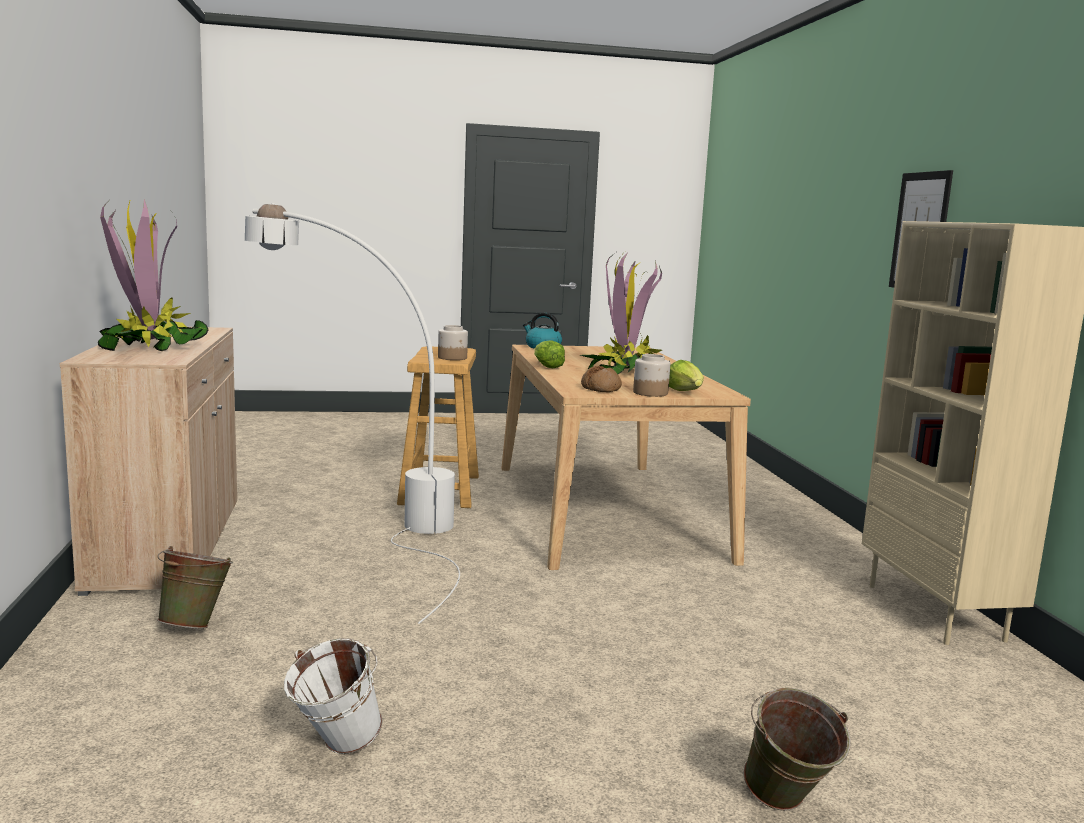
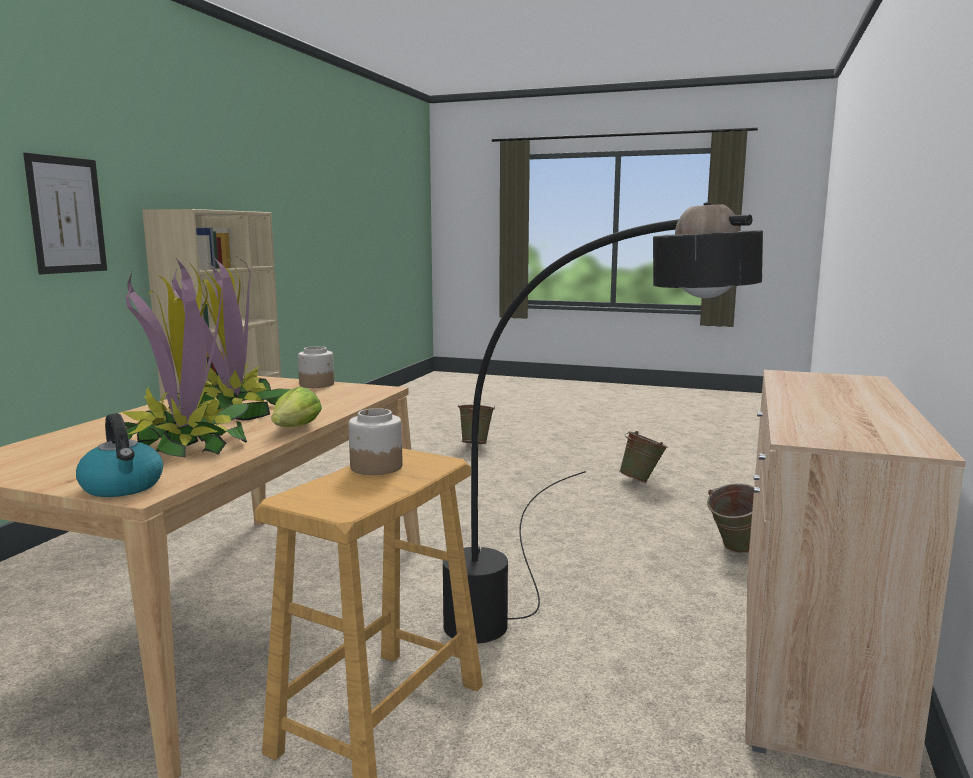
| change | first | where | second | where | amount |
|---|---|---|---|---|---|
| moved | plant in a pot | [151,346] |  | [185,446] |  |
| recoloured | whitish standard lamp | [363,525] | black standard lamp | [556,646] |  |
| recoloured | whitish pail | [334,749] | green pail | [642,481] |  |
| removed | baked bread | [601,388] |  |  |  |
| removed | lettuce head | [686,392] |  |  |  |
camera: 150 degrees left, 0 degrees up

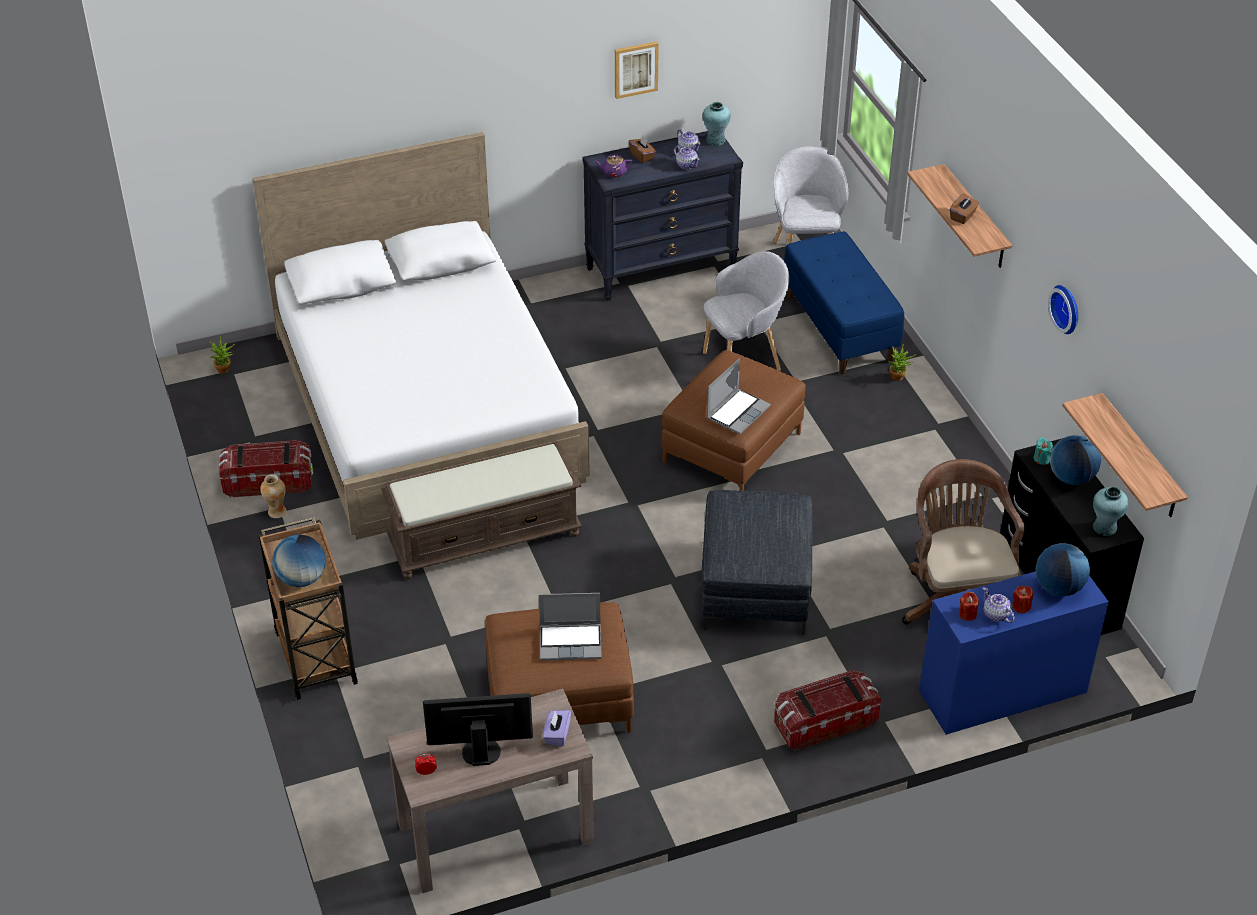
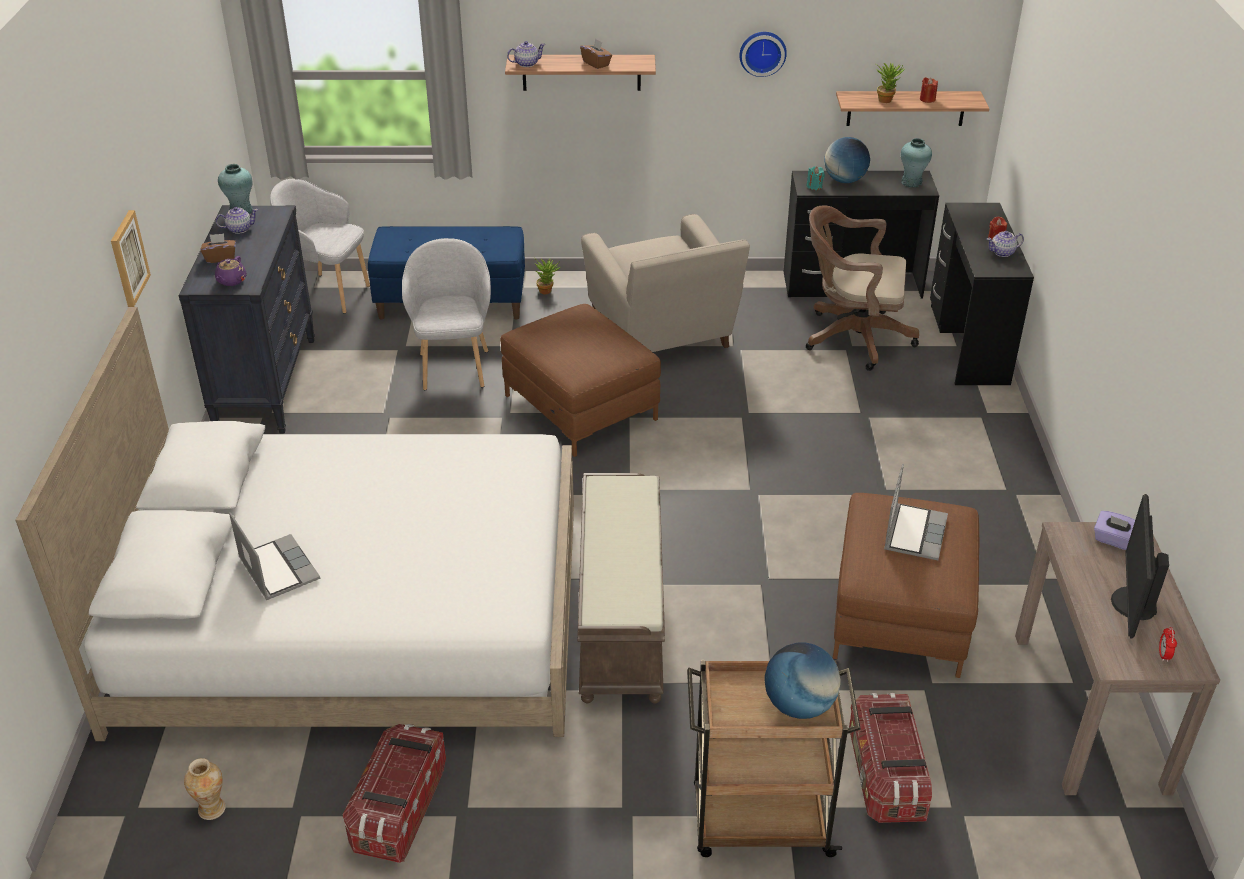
| change | first | where | second | where | amount |
|---|---|---|---|---|---|
| moved | wall art | [635,69] |  | [128,258] |  |
| moved | vase | [277,512] |  | [212,809] |  |
| moved | portable computer | [738,412] |  | [277,569] |  |
| moved | pot for tea | [686,165] |  | [526,64] |  |
| added |  |  | beige-coloured easy chair | [663,334] |  |
| moved | storage box | [824,723] |  | [885,775] |  |
| moved | plant in a pot | [225,370] |  | [886,99] |  |
| moved | red candle | [967,614] |  | [927,99] |  |
| recoloured | bluish desk | [1002,692] | black desk | [968,344] |  |
| removed | gray ottoman | [755,587] |  |  |  |
| removed | world globe | [1058,588] |  |  |  |
camera: 70 degrees left, 5 degrees down

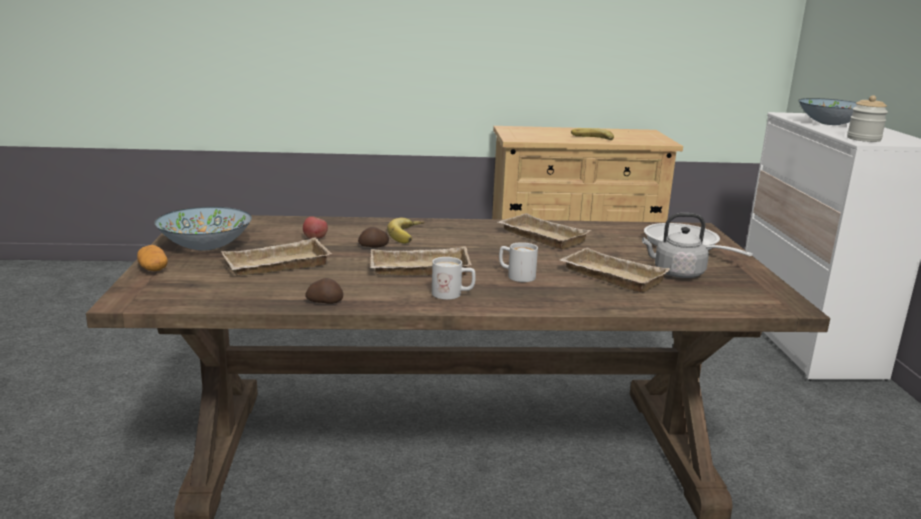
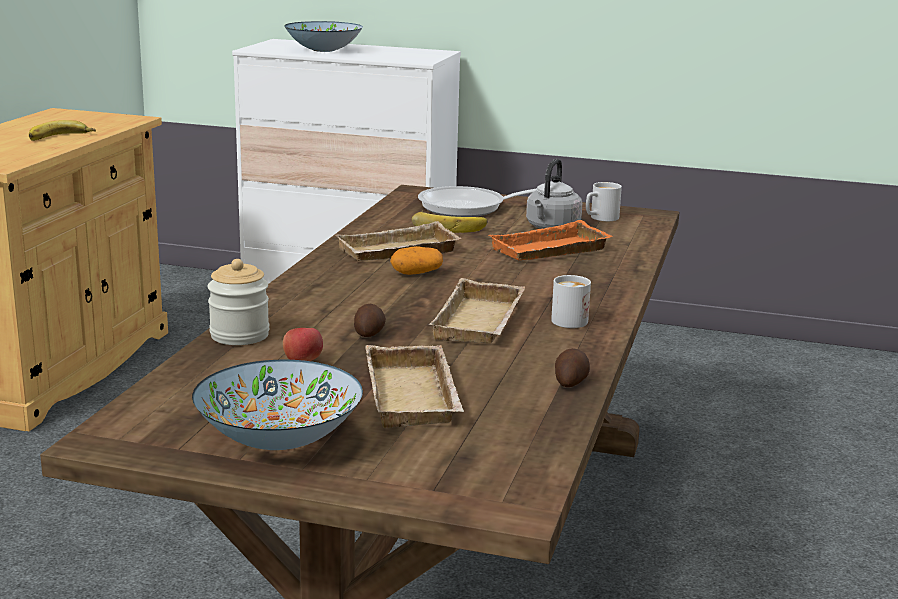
| change | first | where | second | where | amount |
|---|---|---|---|---|---|
| moved | jar | [863,139] |  | [239,335] |  |
| moved | whole potato | [153,269] |  | [416,273] |  |
| moved | whole banana | [410,235] |  | [449,226] |  |
| recoloured | beige-coloured serving tray | [609,277] | orange-coloured serving tray | [550,251] |  |
| moved | whitish tea mug | [516,275] |  | [600,218] |  |
camera: 70 degrees left, 0 degrees up

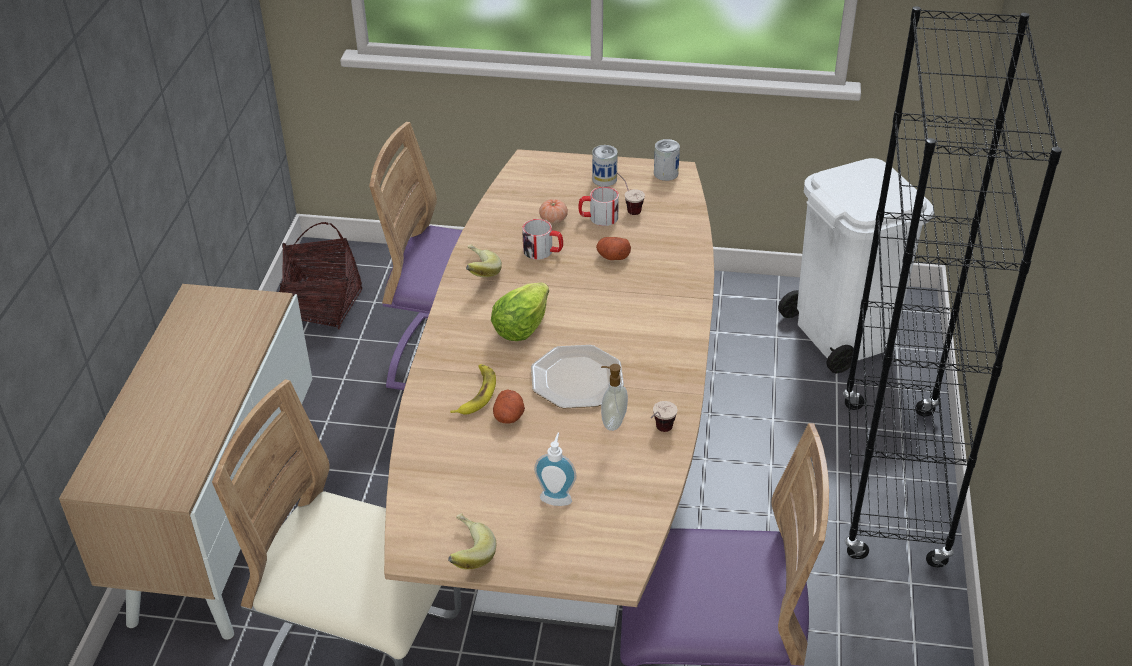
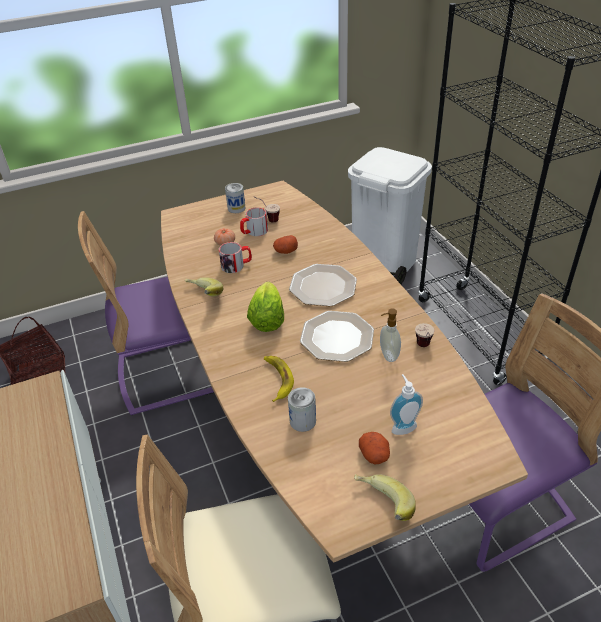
| change | first | where | second | where | amount |
|---|---|---|---|---|---|
| moved | sealed can | [666,173] |  | [302,421] |  |
| added |  |  | flat dish | [323,287] |  |
| moved | whole potato | [509,416] |  | [375,455] |  |
camera: 30 degrees left, 0 degrees up

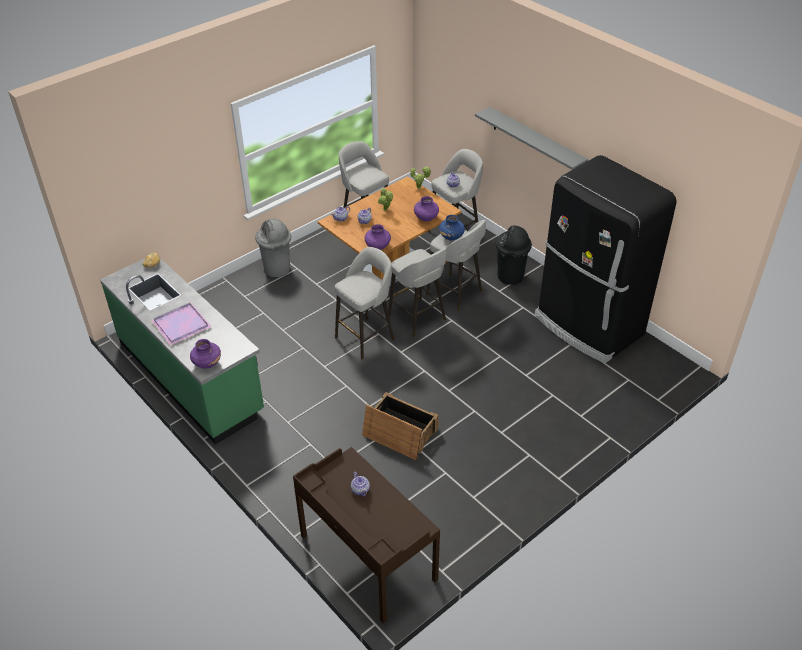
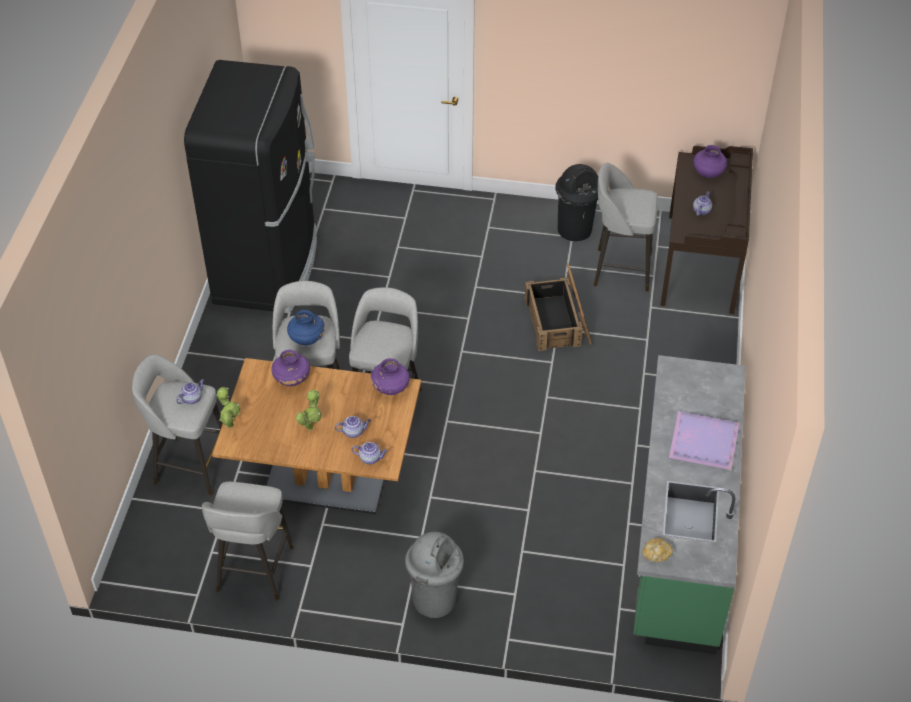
| change | first | where | second | where | amount |
|---|---|---|---|---|---|
| moved | black rubbish bin | [510,277] |  | [575,229] |  |
| moved | gray stool seat | [366,337] |  | [620,269] |  |
| moved | purple vase | [207,363] |  | [708,173] |  |
| removed | gray bracket shelf | [536,141] |  |  |  |
camera: 130 degrees left, 5 degrees up

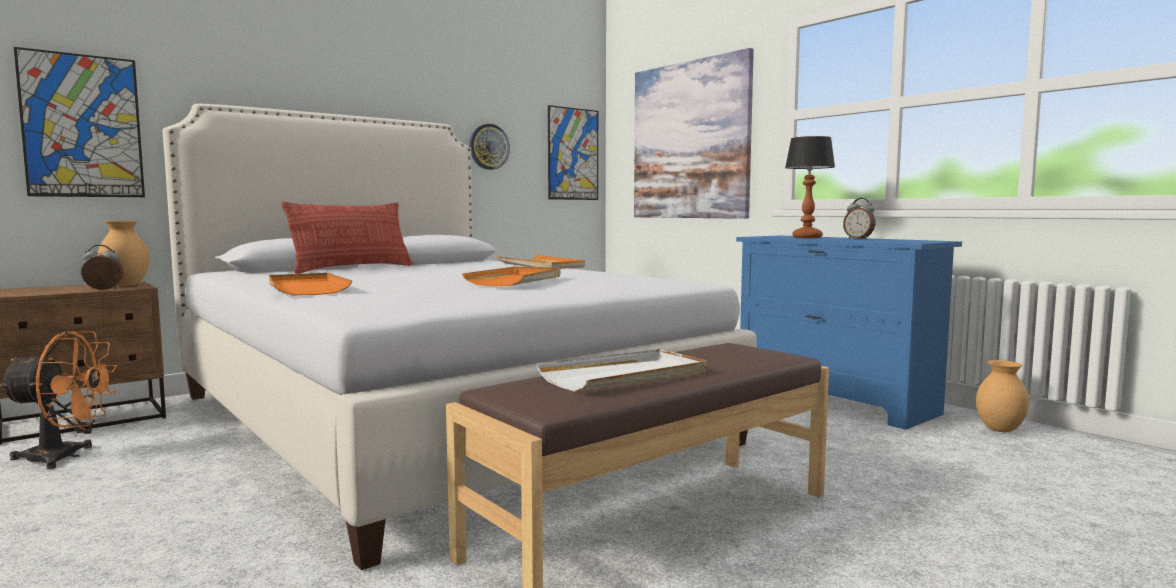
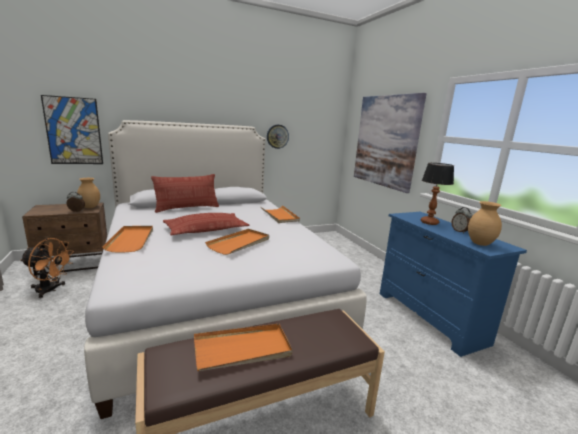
| change | first | where | second | where | amount |
|---|---|---|---|---|---|
| added |  |  | throw pillow | [206,229] |  |
| recoloured | whitish serving tray | [625,376] | orange-coloured serving tray | [242,349] |  |
| moved | brownish vase | [1000,430] |  | [480,244] |  |
| removed | wall art | [573,154] |  |  |  |
camera: 15 degrees right, 10 degrees up

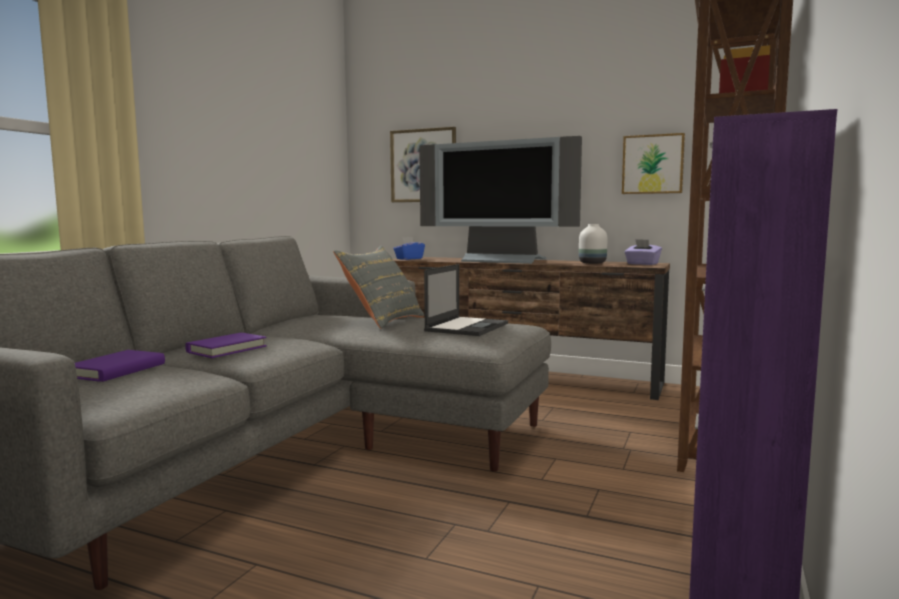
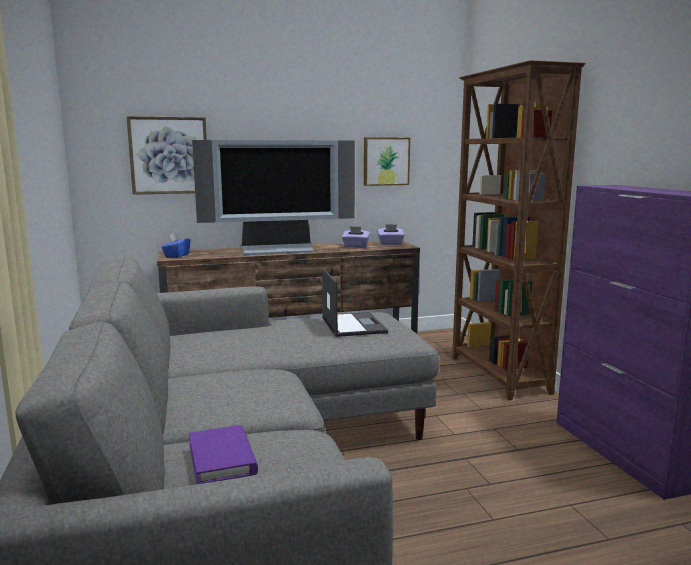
| change | first | where | second | where | amount |
|---|---|---|---|---|---|
| replaced | whitish vase | [593,263] | purple tissue holder | [355,246] |  |
| removed | purple bound book | [227,349] |  |  |  |
| removed | gray throw pillow | [382,321] |  |  |  |
camera: 40 degrees left, 5 degrees up

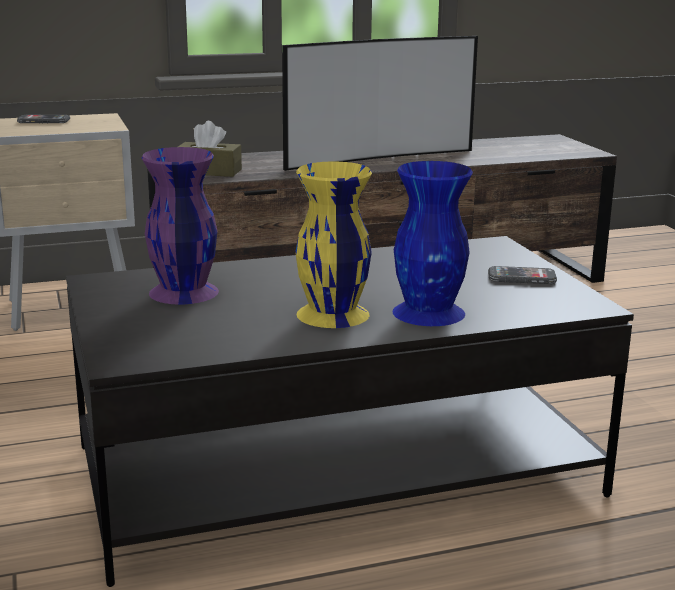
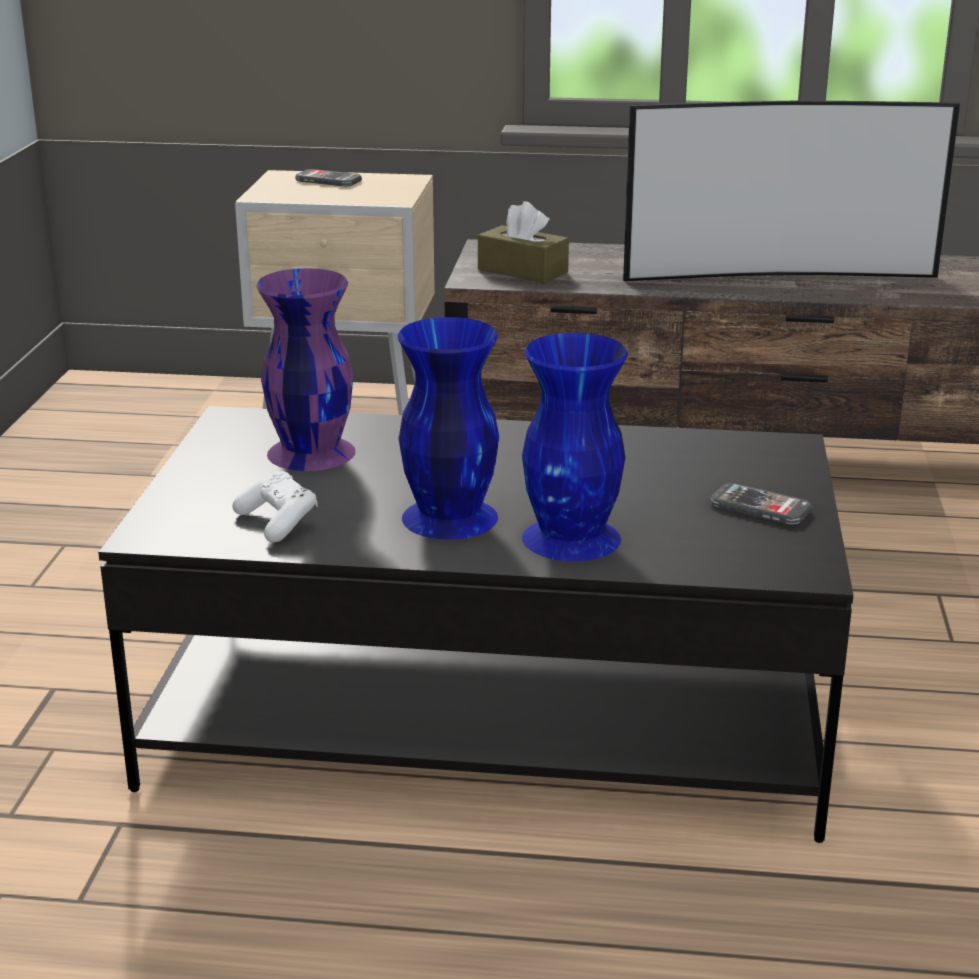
| change | first | where | second | where | amount |
|---|---|---|---|---|---|
| added |  |  | whitish gamepad | [278,522] |  |
| recoloured | yellow vase | [331,314] | bluish vase | [447,517] |  |
camera: 25 degrees right, 5 degrees up

